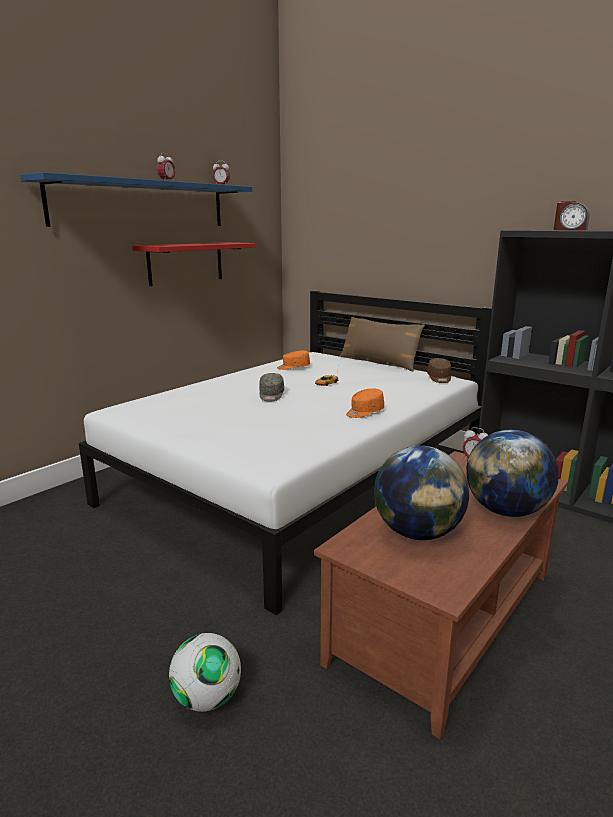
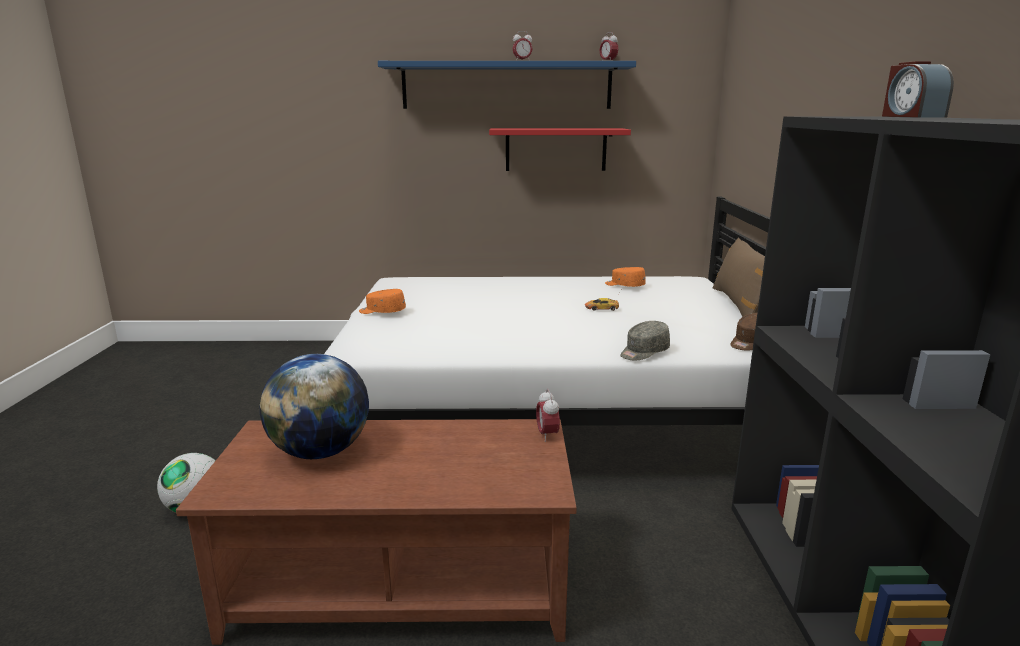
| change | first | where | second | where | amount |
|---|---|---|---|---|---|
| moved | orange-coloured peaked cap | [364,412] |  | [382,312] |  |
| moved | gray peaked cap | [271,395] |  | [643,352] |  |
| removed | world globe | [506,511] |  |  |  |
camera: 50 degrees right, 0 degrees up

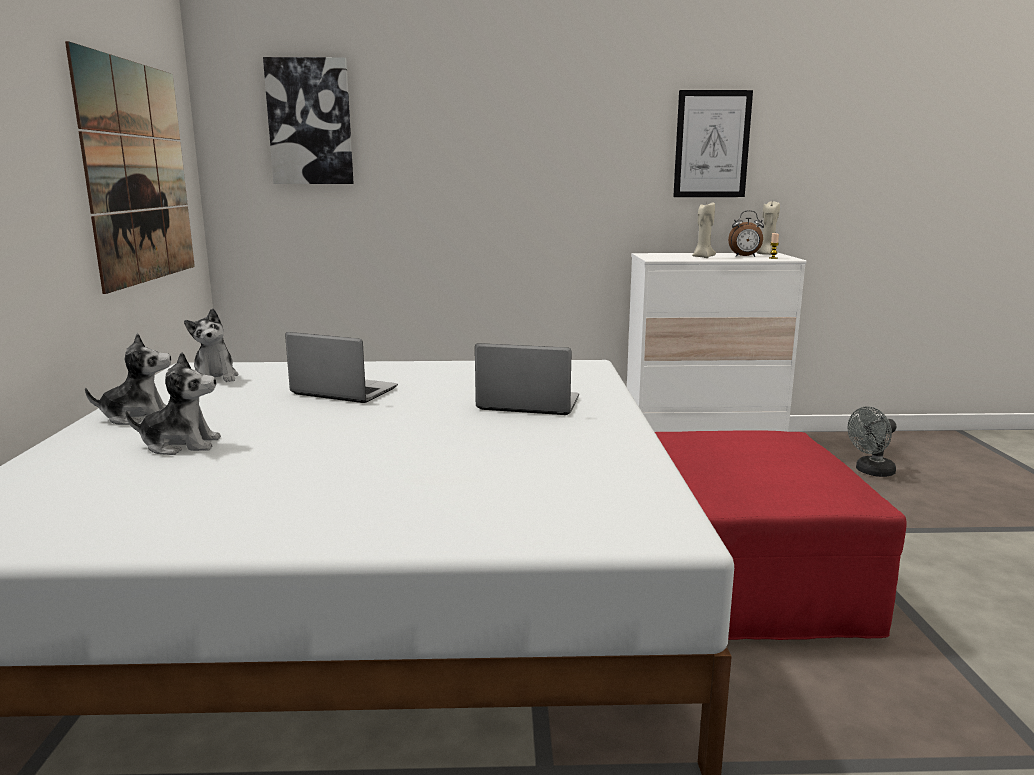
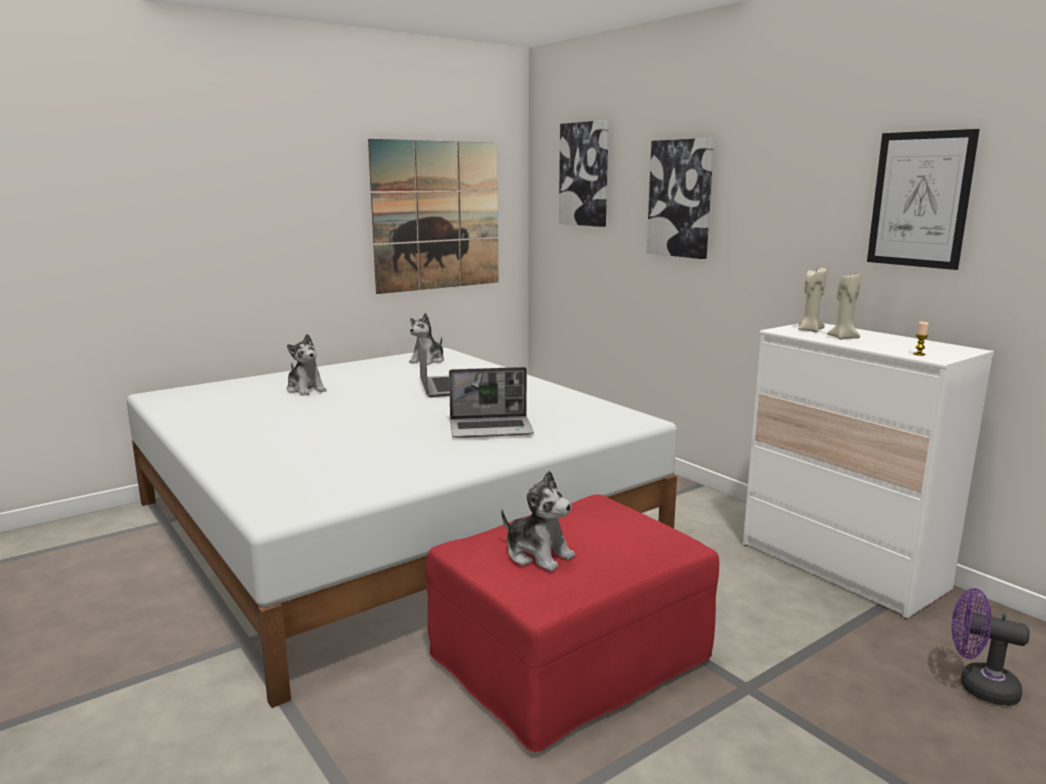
| change | first | where | second | where | amount |
|---|---|---|---|---|---|
| turned | portable computer | [527,404] |  | [492,429] | 105 degrees clockwise |
| moved | soft toy | [138,417] |  | [538,554] |  |
| added |  |  | wall art | [681,198] |  |
| moved | beige-coloured candle | [766,254] |  | [809,330] |  |
| recoloured | gray cooling fan | [871,472] | purple cooling fan | [978,686] |  |
| removed | bedside clock | [745,256] |  |  |  |
camera: 55 degrees right, 0 degrees up

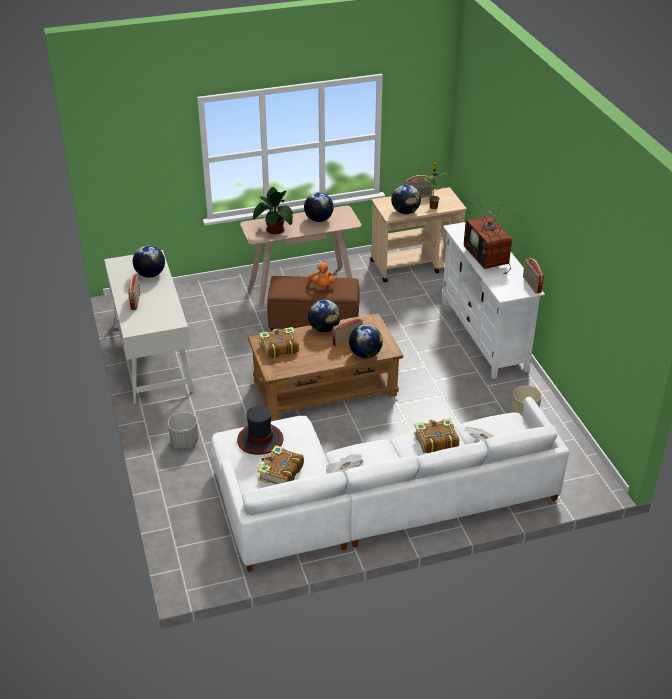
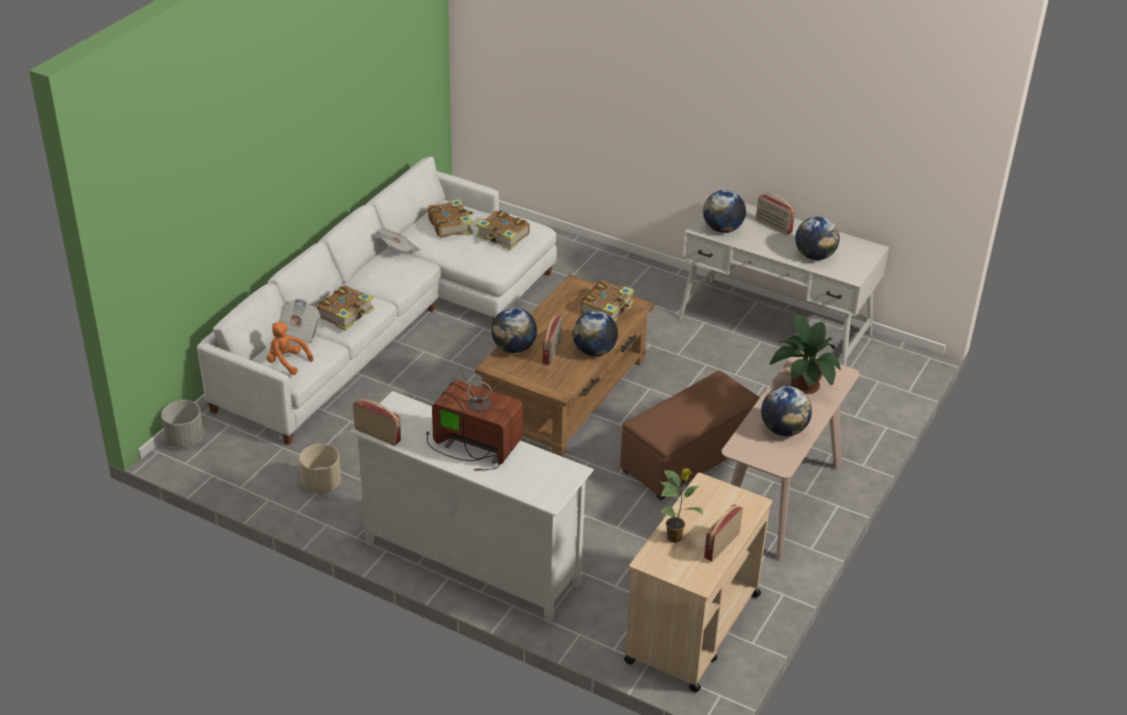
| change | first | where | second | where | amount |
|---|---|---|---|---|---|
| moved | gray planter | [184,442] |  | [185,439] |  |
| moved | orange-coloured soft toy | [322,285] |  | [287,362] |  |
| replaced | clothing hat | [260,440] | bound book | [503,236] |  |
| moved | world globe | [405,212] |  | [722,229] |  |
camera: 135 degrees right, 0 degrees up

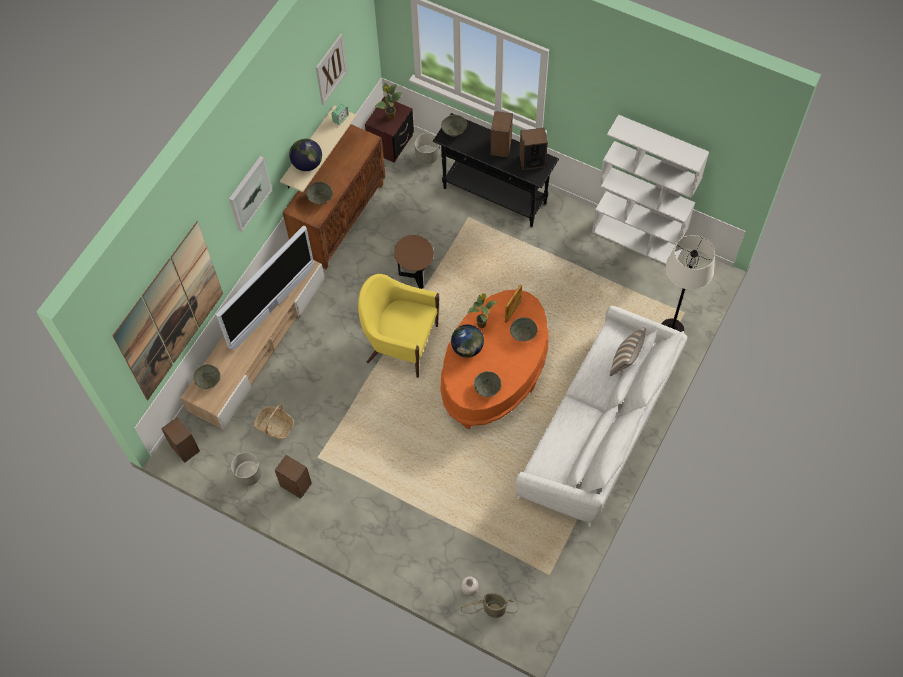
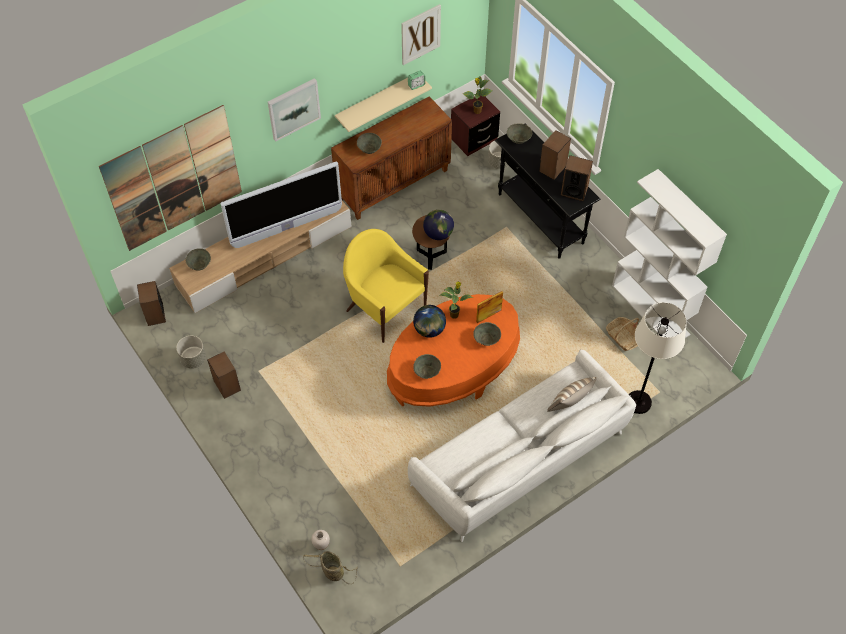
| change | first | where | second | where | amount |
|---|---|---|---|---|---|
| moved | world globe | [307,164] |  | [438,233] |  |
| moved | storage basket | [275,426] |  | [623,337] |  |
camera: 25 degrees right, 5 degrees down

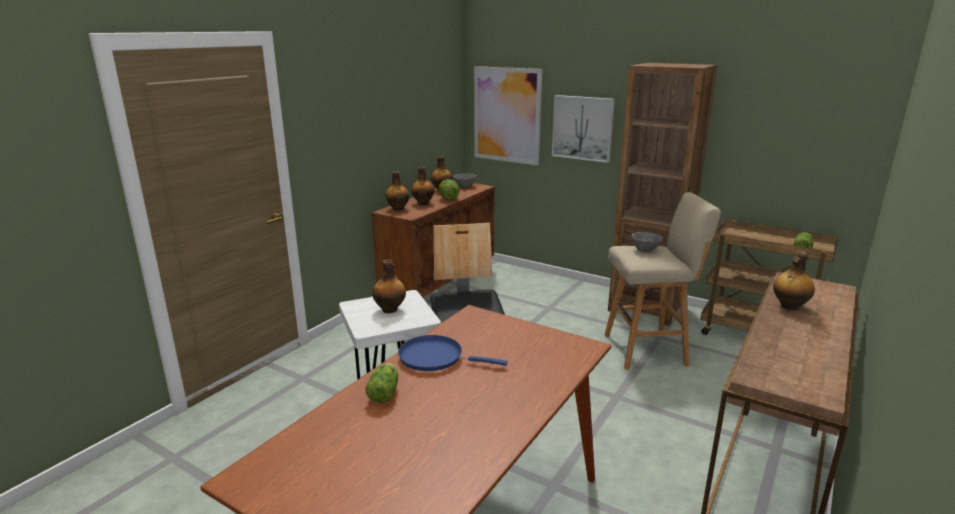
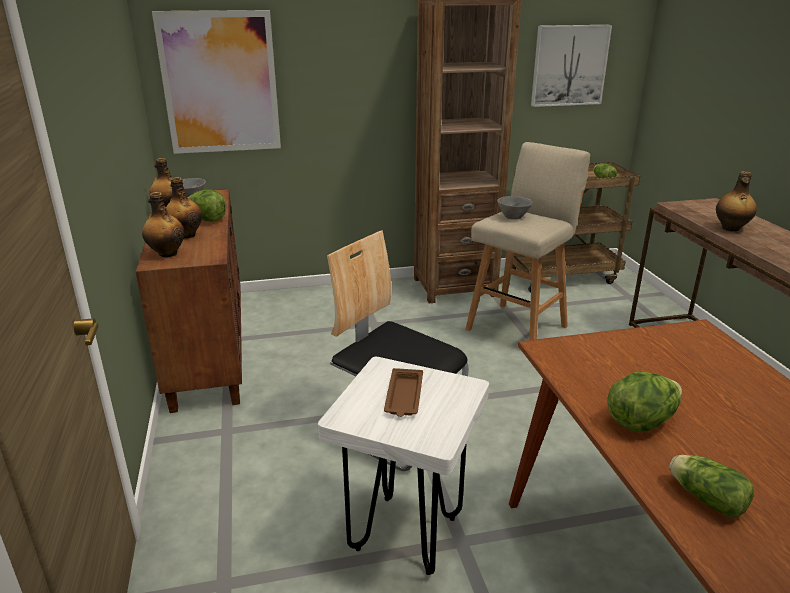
| change | first | where | second | where | amount |
|---|---|---|---|---|---|
| replaced | bottle | [390,309] | brownish serving tray | [404,397] |  |
| moved | wall art | [582,128] |  | [569,65] |  |
| replaced | bluish skillet | [435,358] | lettuce head | [641,421] |  |
camera: 45 degrees left, 5 degrees up

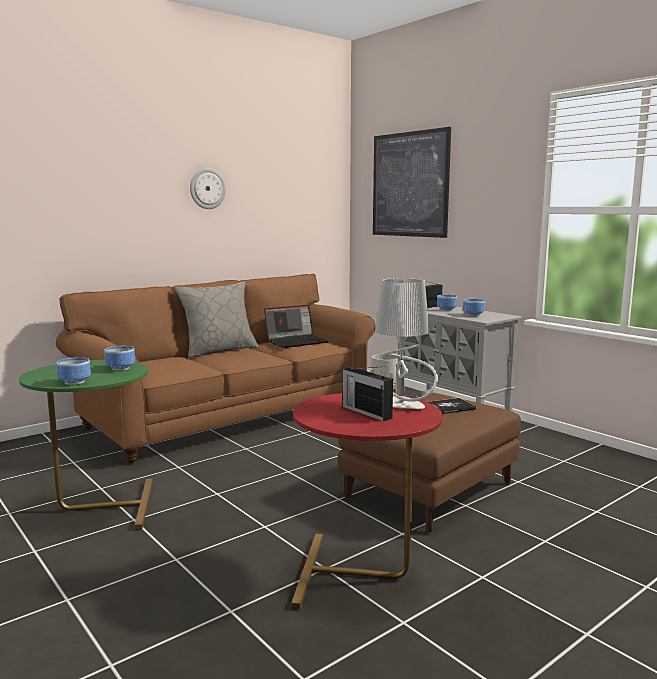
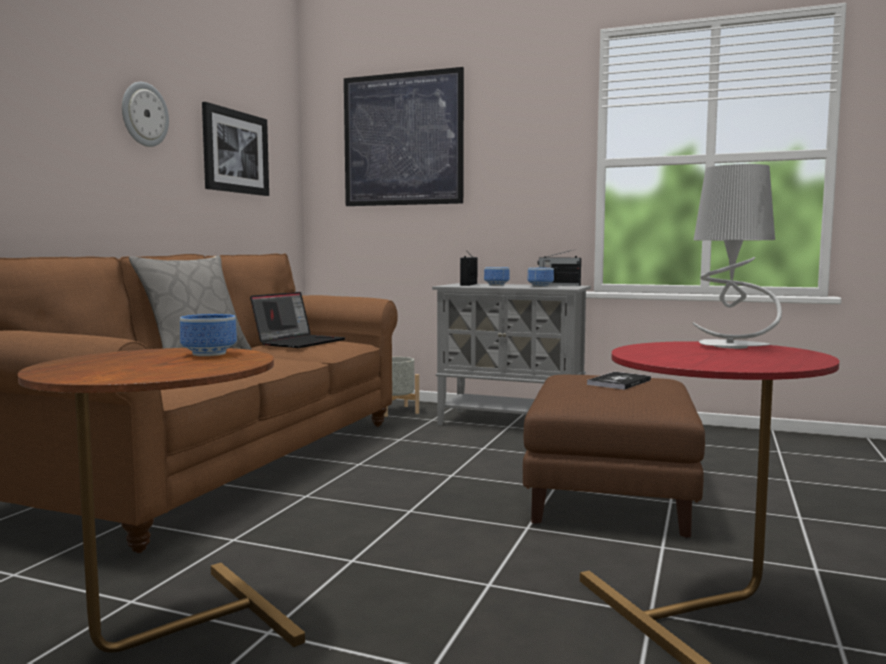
| change | first | where | second | where | amount |
|---|---|---|---|---|---|
| recoloured | green end table | [98,508] | brownish end table | [171,633] |  |
| added |  |  | wall art | [235,152] |  |
| moved | radio set | [366,412] |  | [558,285] |  |
| removed | serving bowl | [74,381] |  |  |  |
camera: 30 degrees left, 5 degrees down

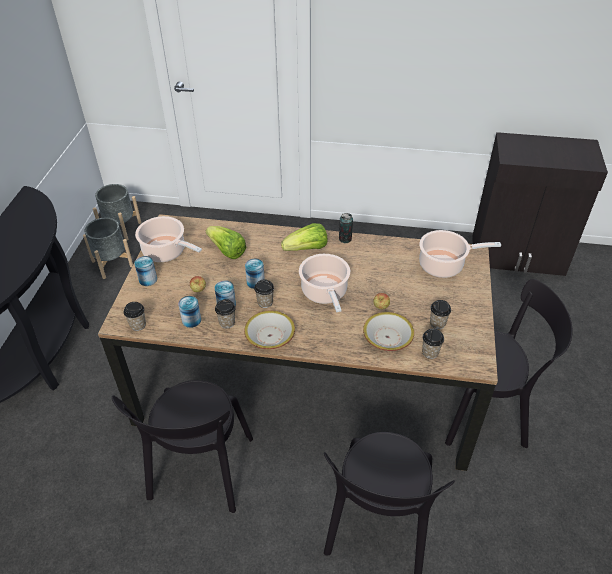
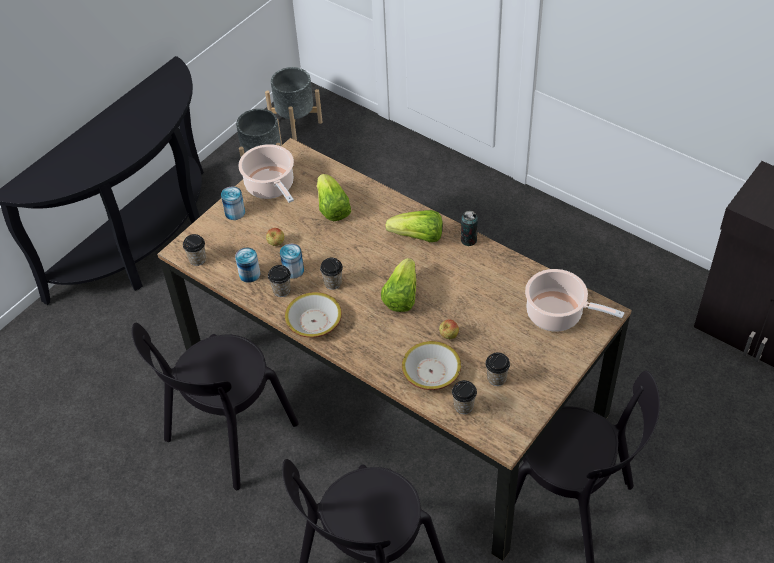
| change | first | where | second | where | amount |
|---|---|---|---|---|---|
| replaced | cooking pot | [325,293] | lettuce head | [401,296] |  |
| removed | sealed can | [255,282] |  |  |  |
camera: 30 degrees right, 5 degrees up

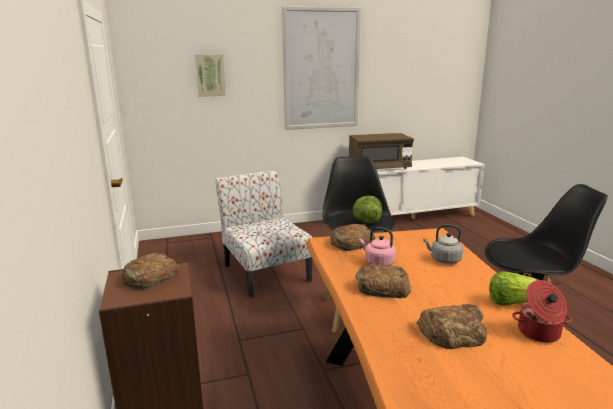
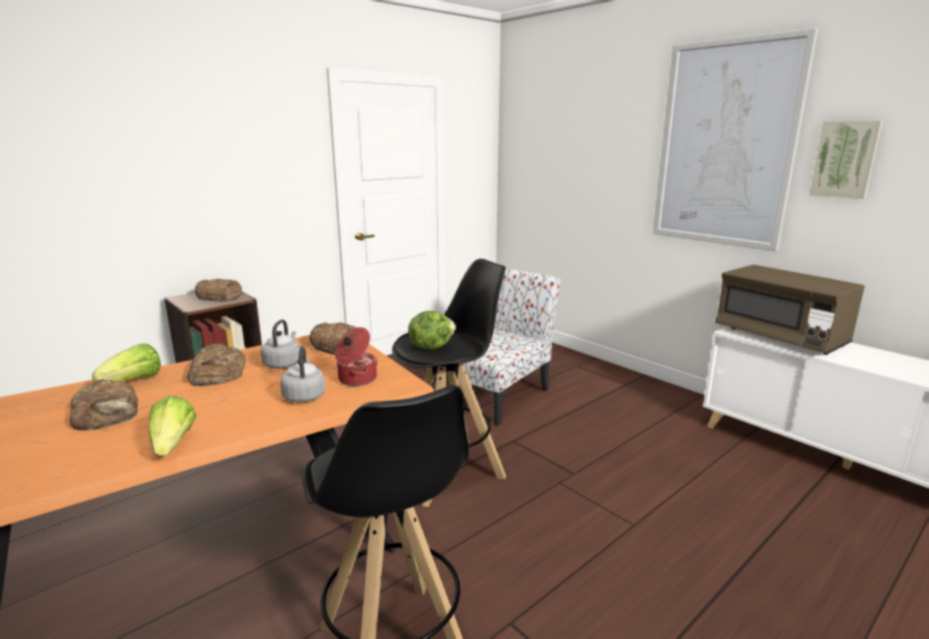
| change | first | where | second | where | amount |
|---|---|---|---|---|---|
| added |  |  | lettuce head | [134,381] |  |
| recoloured | pinkish tea kettle | [378,263] | gray tea kettle | [283,363] |  |
| moved | cooking pot | [539,333] |  | [356,379] |  |
| moved | wall art | [210,75] |  | [845,159] |  |
camera: 65 degrees right, 0 degrees up

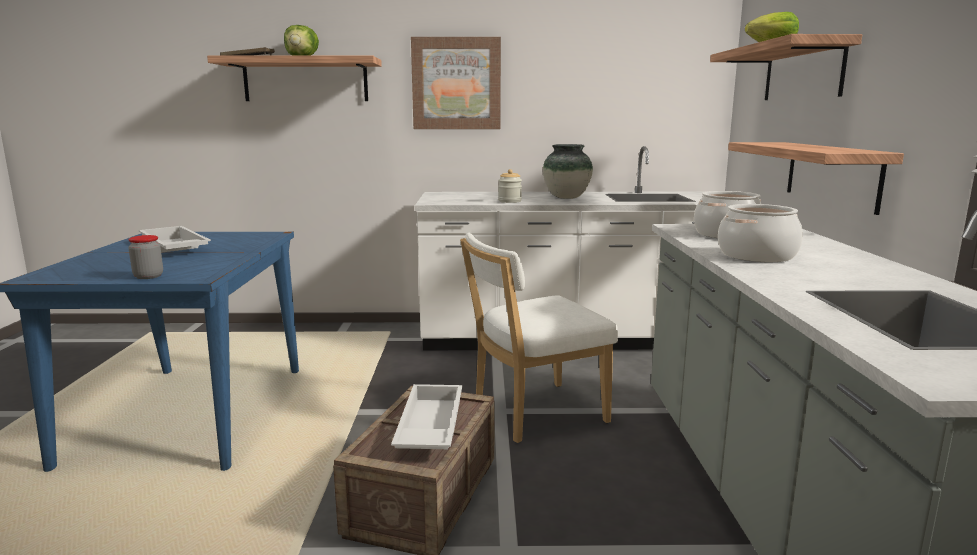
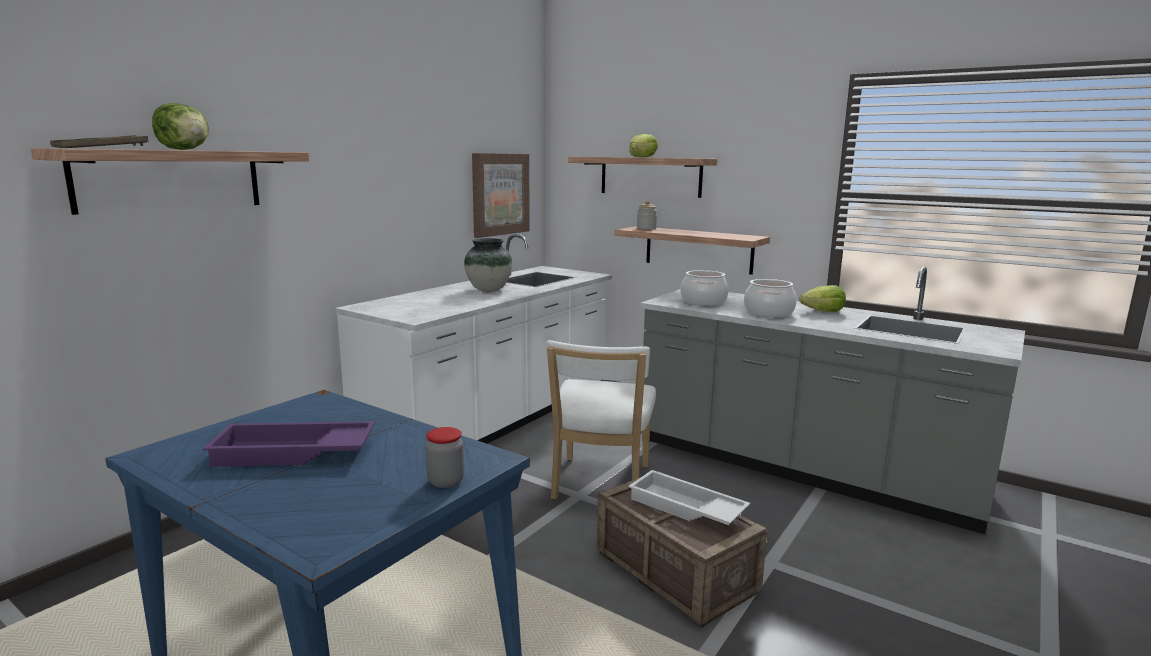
| change | first | where | second | where | amount |
|---|---|---|---|---|---|
| recoloured | whitish serving tray | [172,248] | purple serving tray | [292,454] |  |
| moved | wall art | [456,84] |  | [500,194] |  |
| moved | jar | [509,201] |  | [646,228] |  |
| added |  |  | lettuce head | [823,312] |  |
camera: 55 degrees left, 0 degrees up

